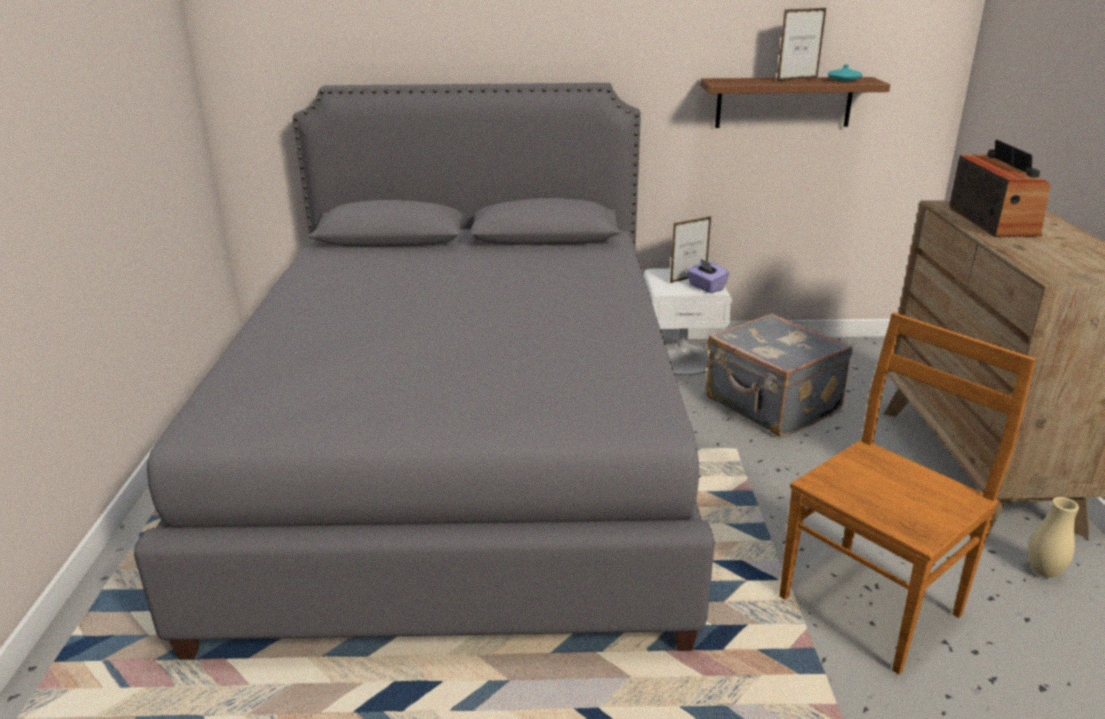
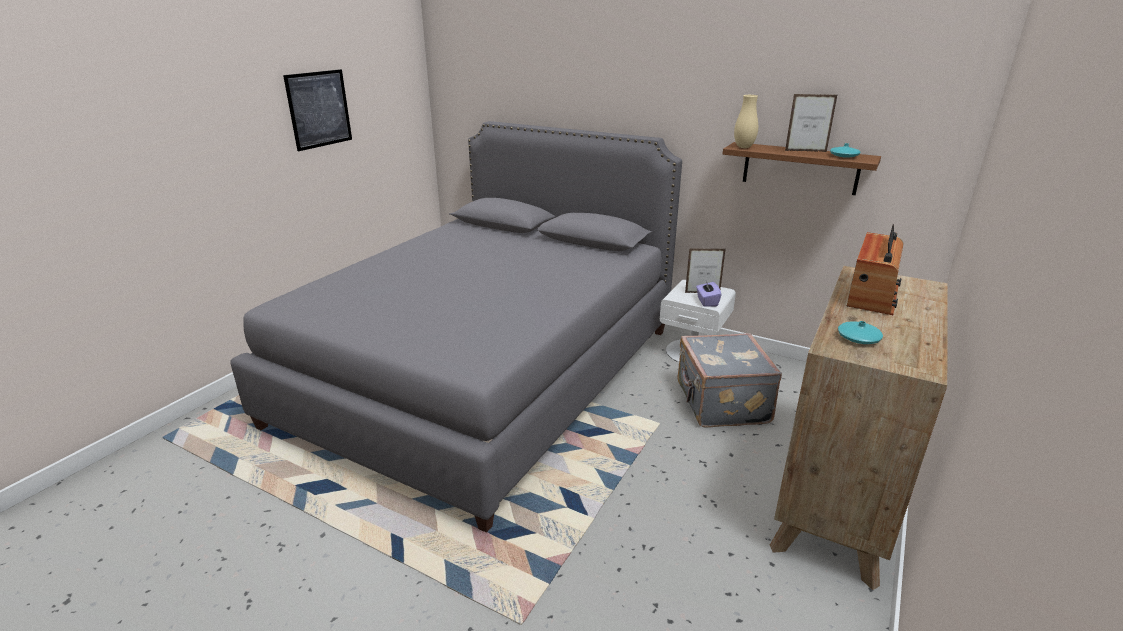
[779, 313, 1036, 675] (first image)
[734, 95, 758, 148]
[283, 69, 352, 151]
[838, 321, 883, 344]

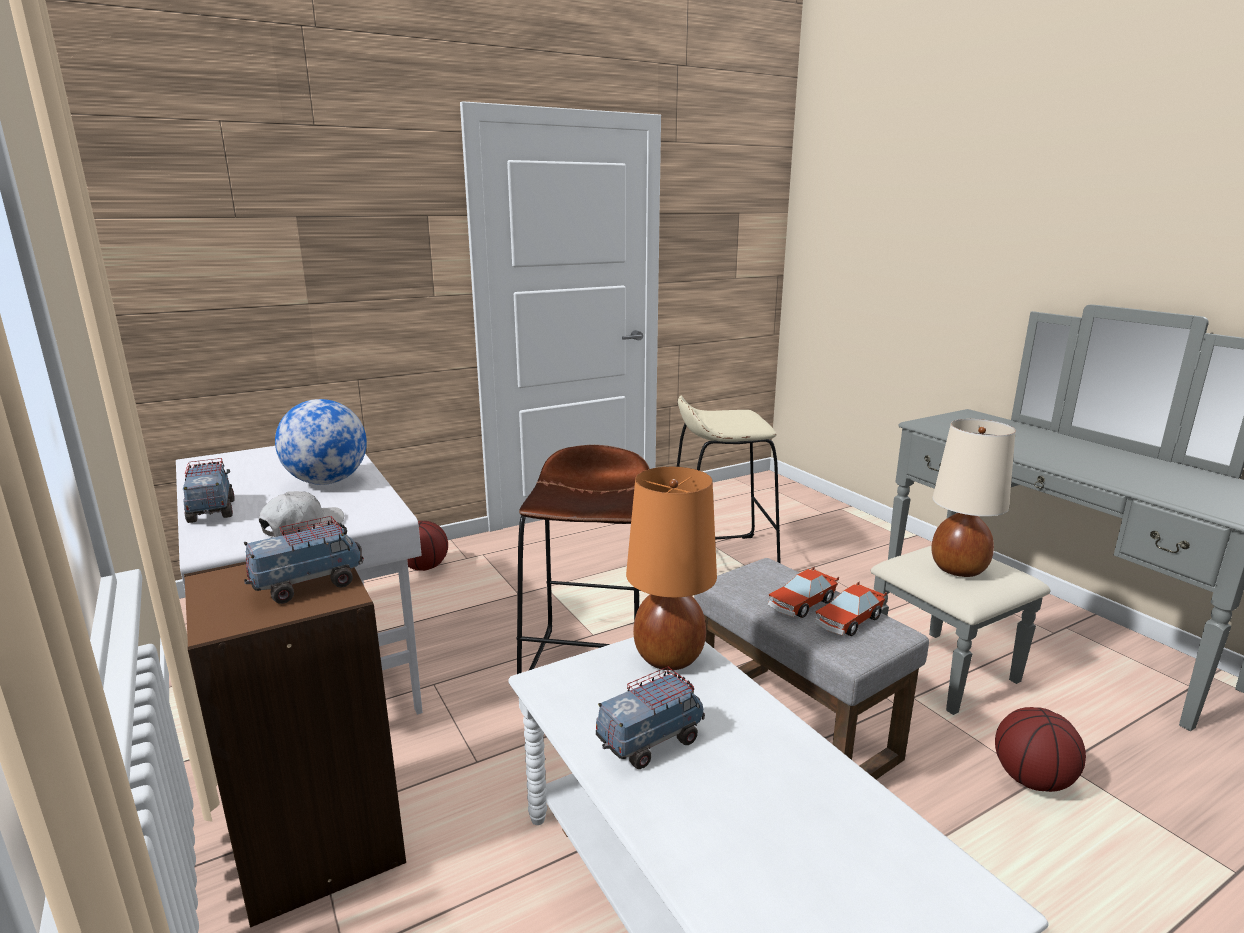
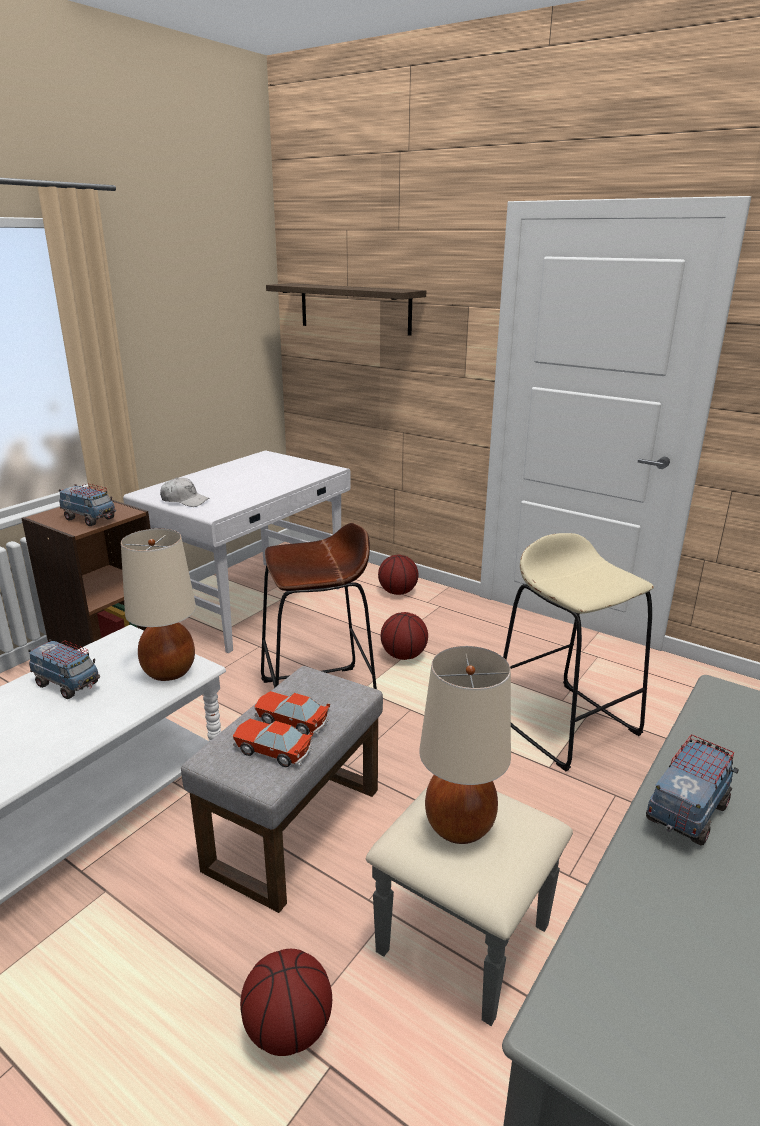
[275, 399, 367, 485] (first image)
[646, 734, 738, 846]
[121, 528, 196, 681]
[266, 283, 426, 336]
[381, 612, 428, 660]

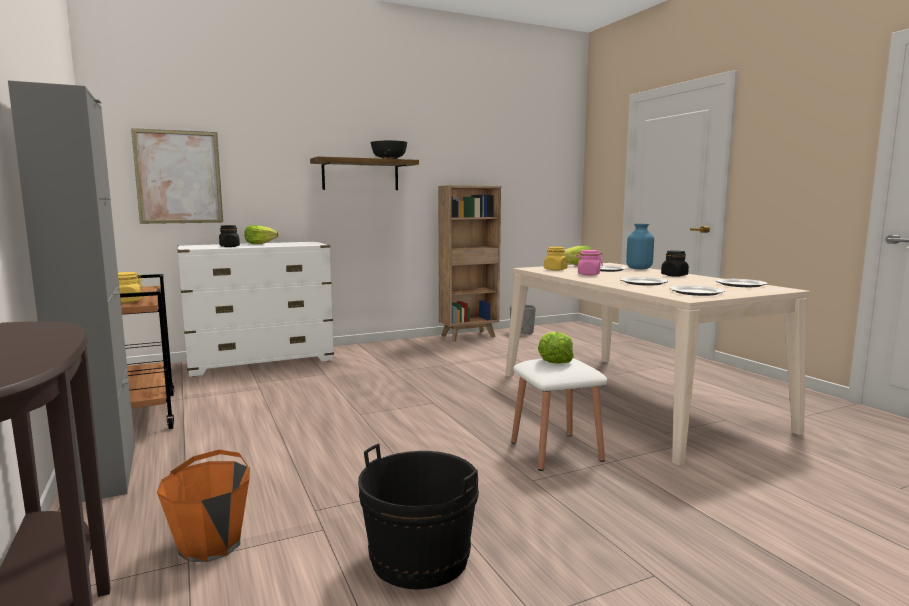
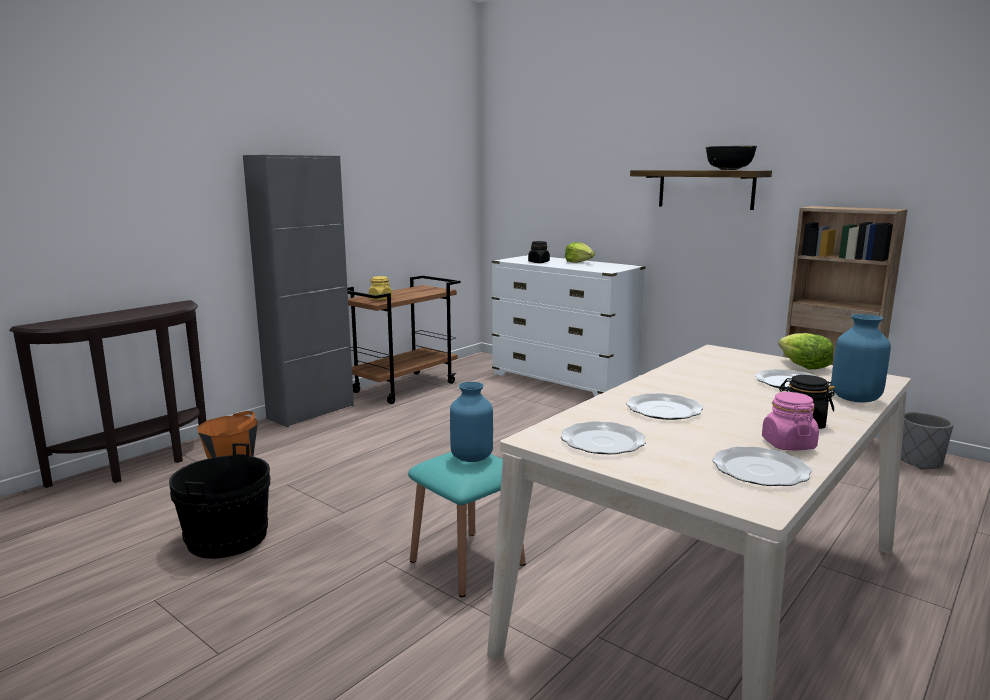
[131, 128, 223, 224] (first image)
[544, 247, 568, 271] (first image)
[762, 392, 819, 450]
[450, 382, 493, 462]
[408, 452, 526, 597]

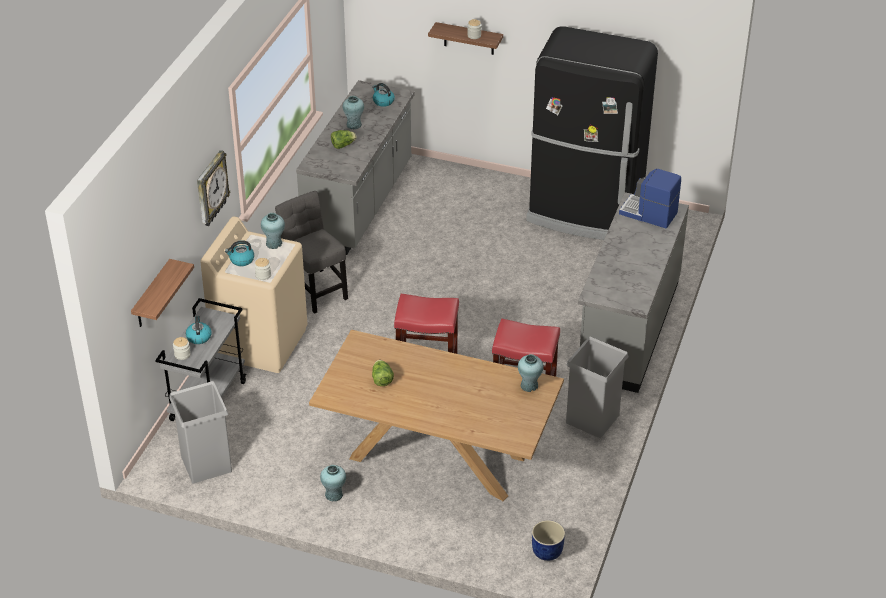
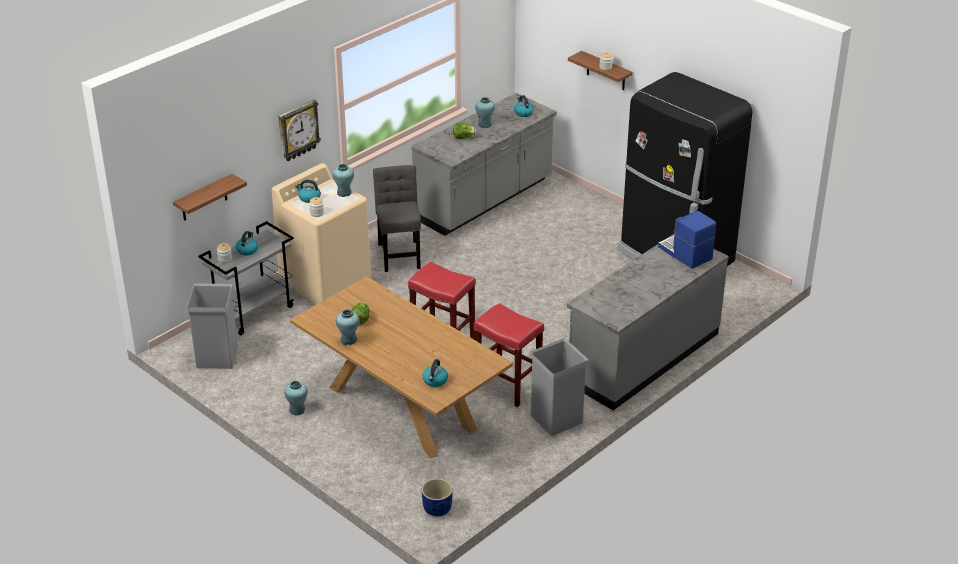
[336, 309, 360, 345]
[423, 359, 448, 387]

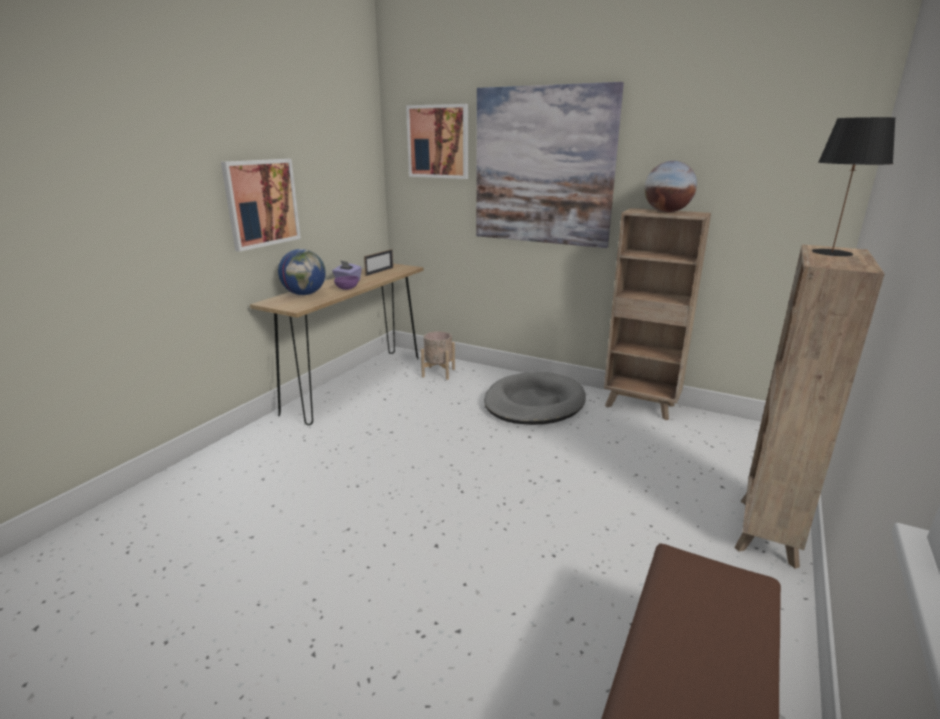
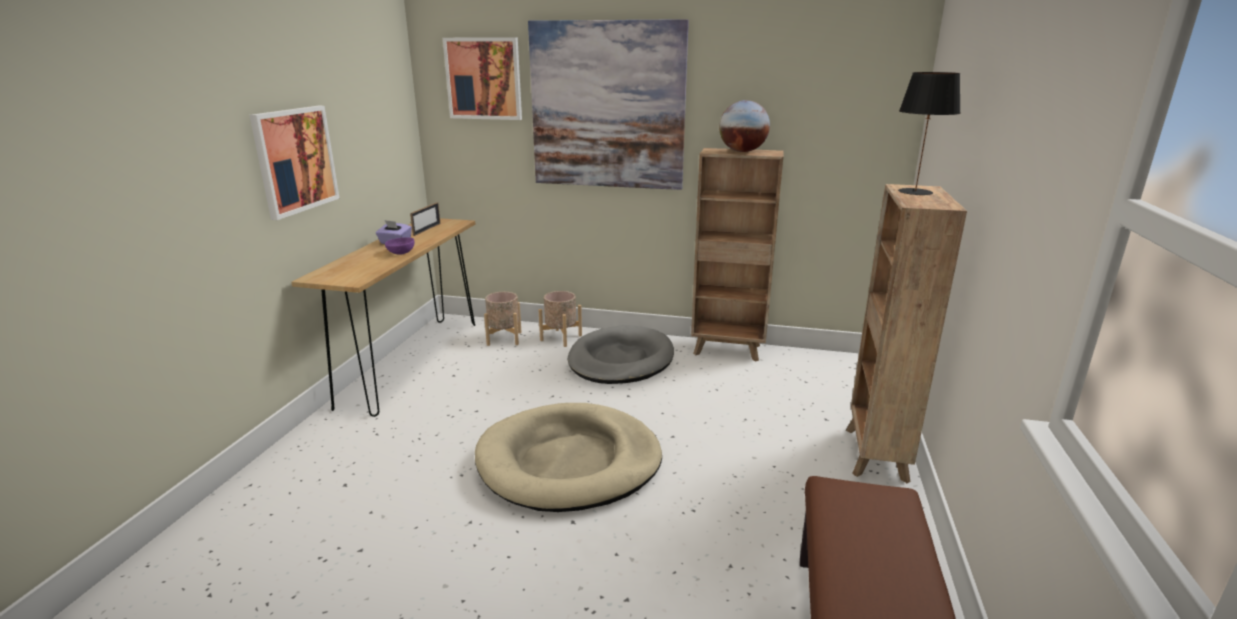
[278, 249, 326, 295] (first image)
[539, 291, 582, 347]
[475, 403, 662, 512]

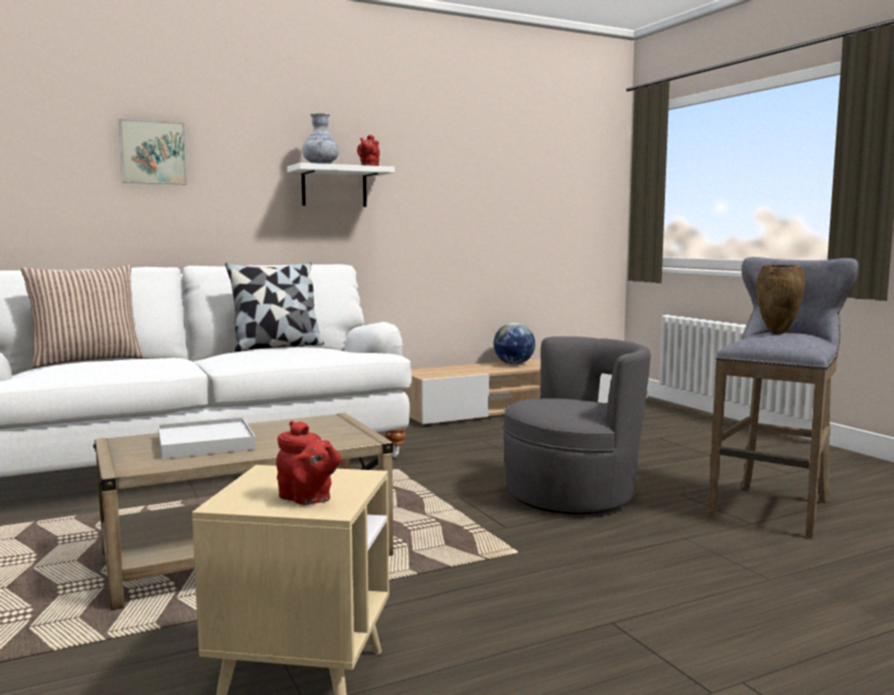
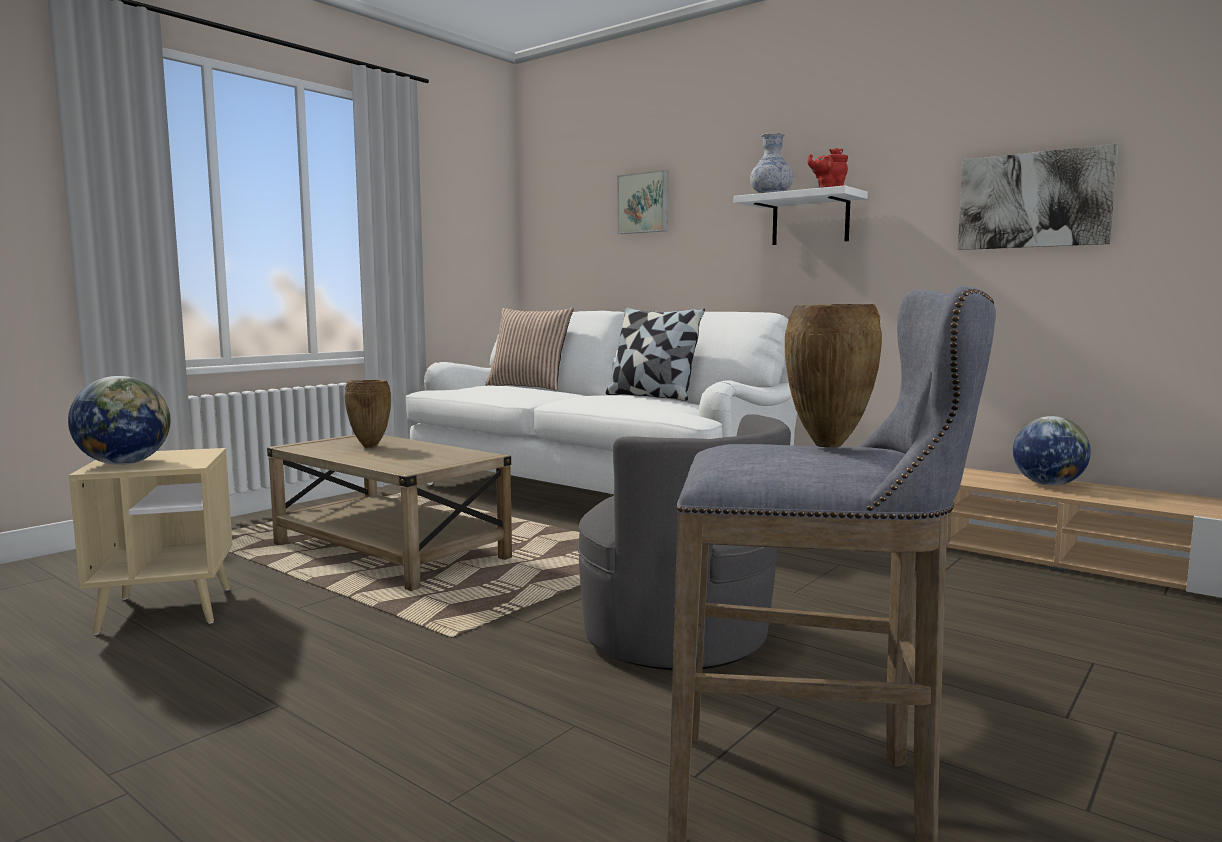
[345, 380, 391, 448]
[68, 376, 170, 465]
[957, 144, 1118, 250]

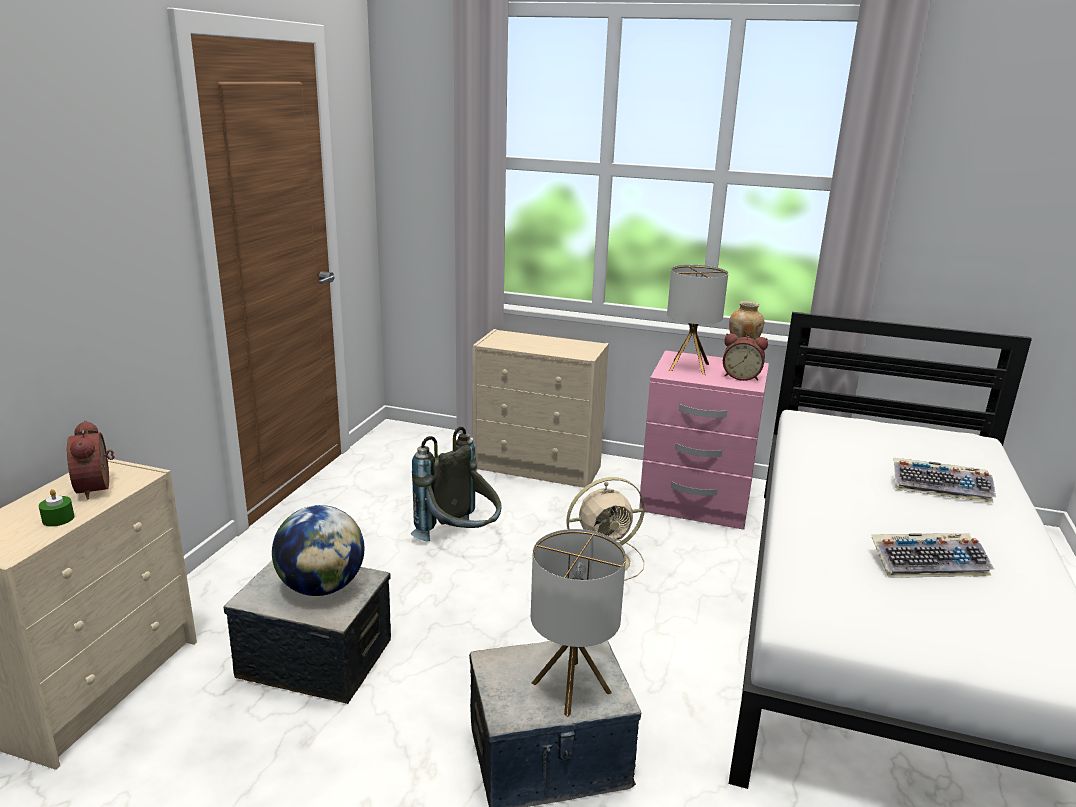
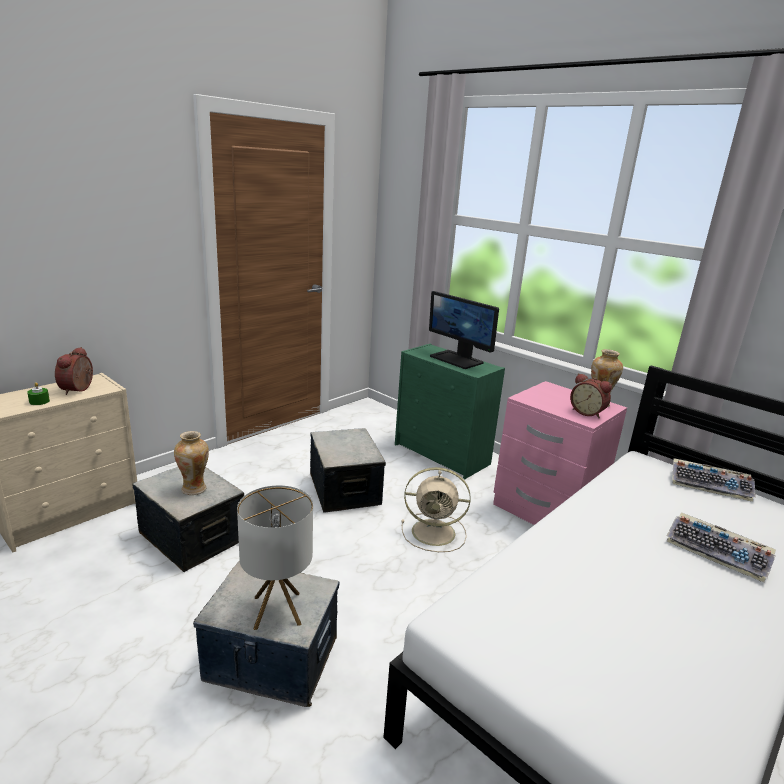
[667, 265, 728, 375] (first image)
[395, 344, 505, 479]
[310, 428, 386, 513]
[174, 431, 209, 495]
[672, 458, 756, 502]
[429, 291, 499, 369]

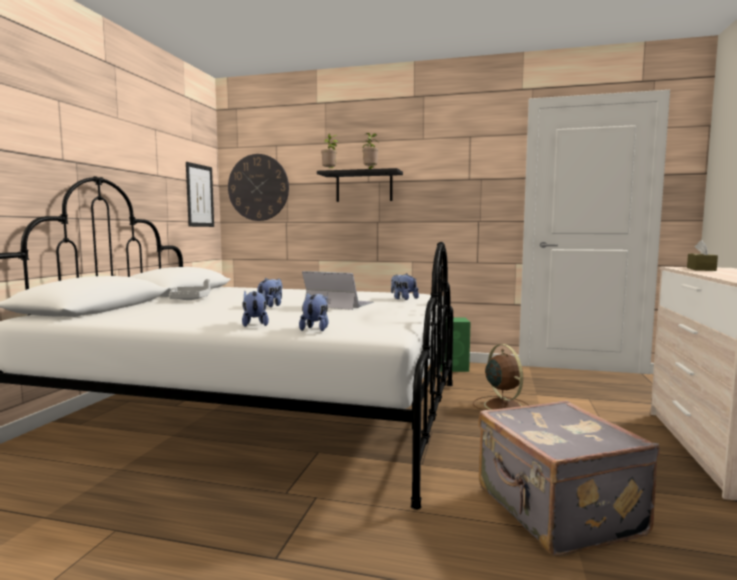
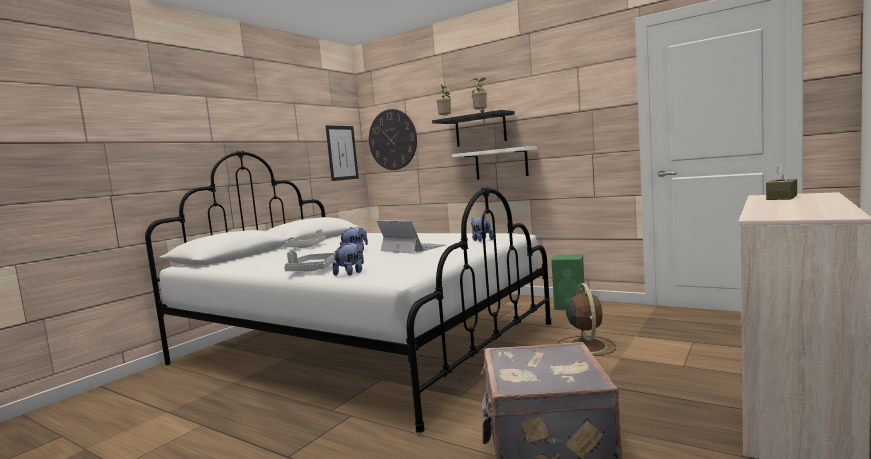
[284, 251, 335, 272]
[452, 146, 537, 179]

